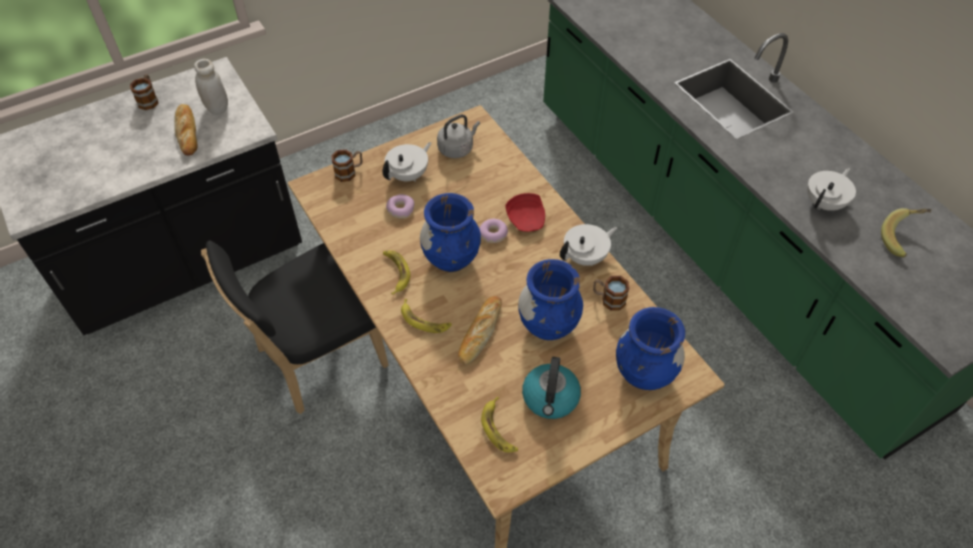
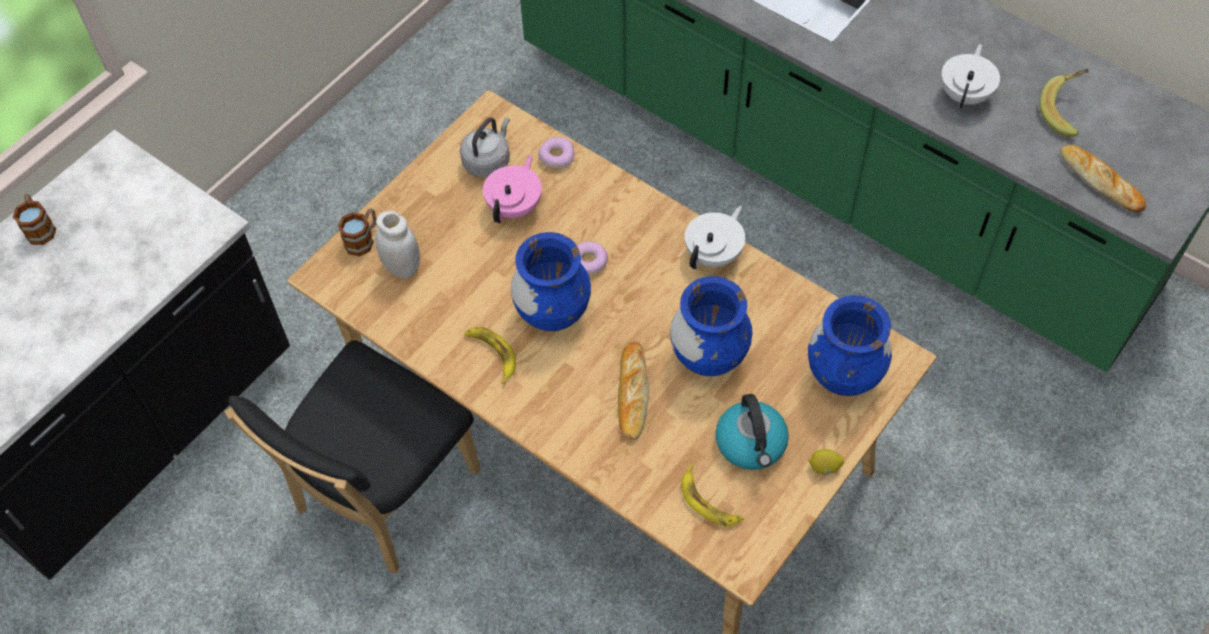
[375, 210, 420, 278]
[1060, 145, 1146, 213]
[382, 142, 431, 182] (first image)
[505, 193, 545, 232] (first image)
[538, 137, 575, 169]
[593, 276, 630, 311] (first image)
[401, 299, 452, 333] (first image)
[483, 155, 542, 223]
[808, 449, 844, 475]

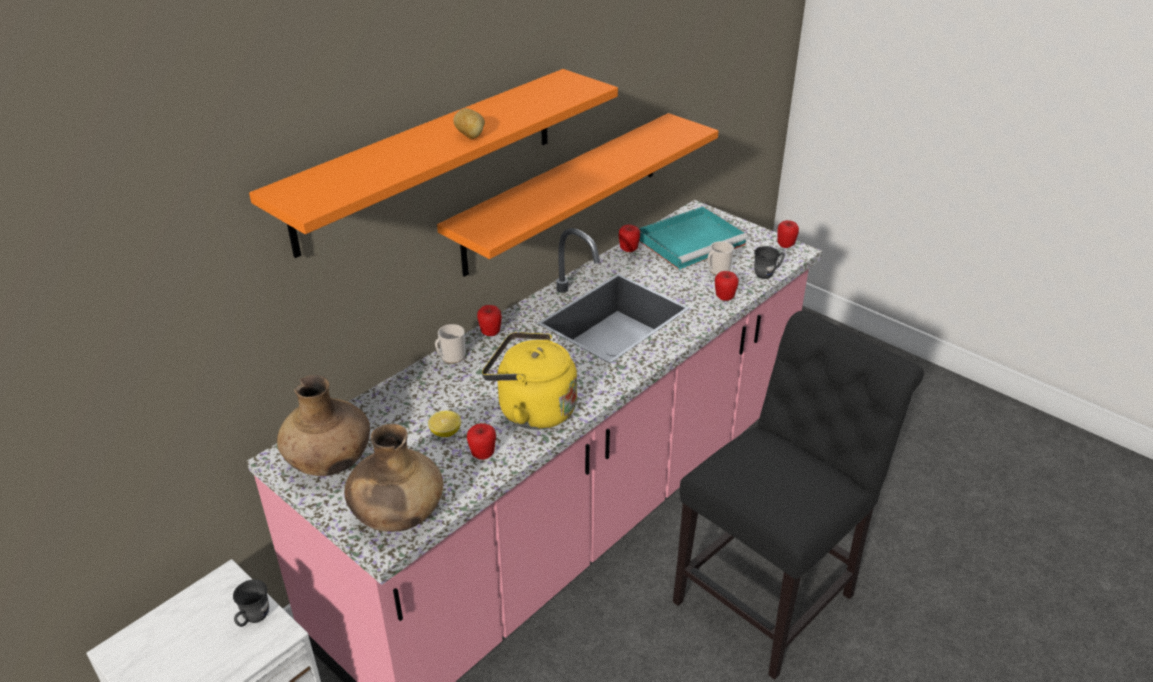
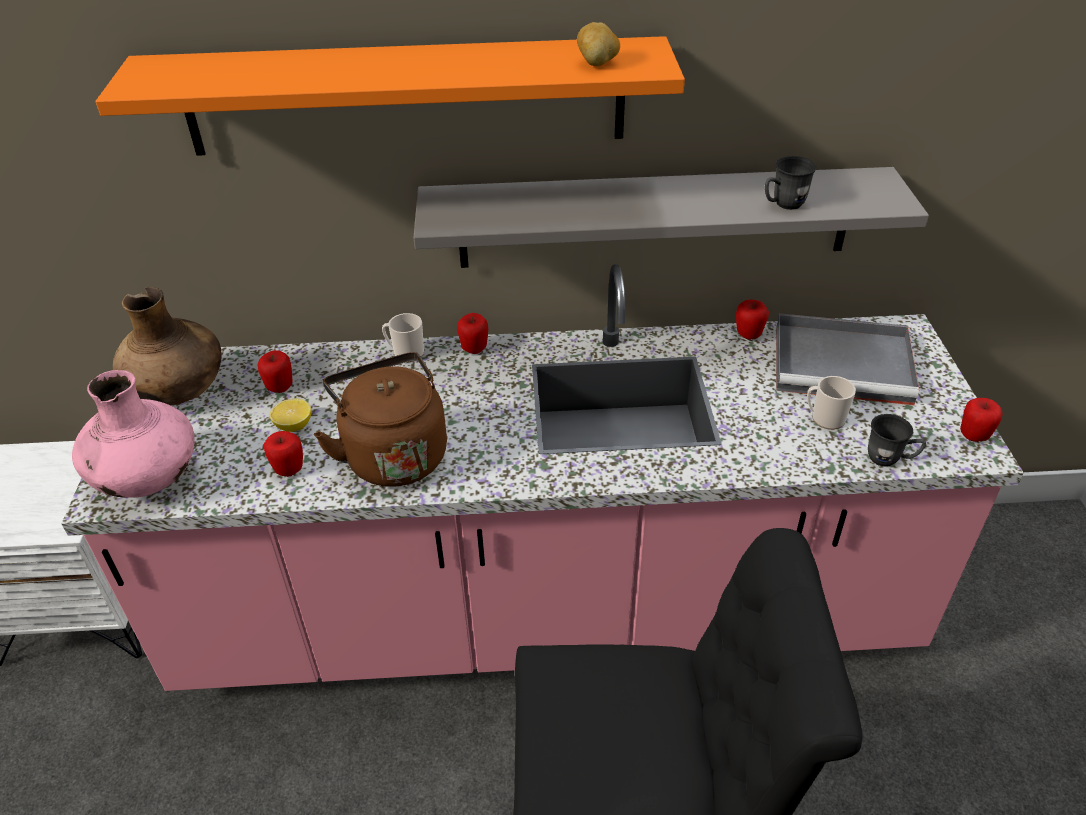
[577, 22, 620, 66]
[413, 167, 929, 268]
[776, 313, 919, 405]
[258, 350, 293, 393]
[314, 352, 447, 487]
[72, 370, 195, 498]
[765, 156, 817, 210]

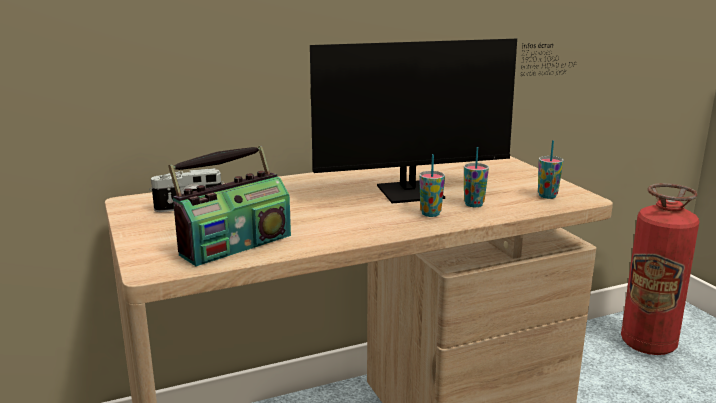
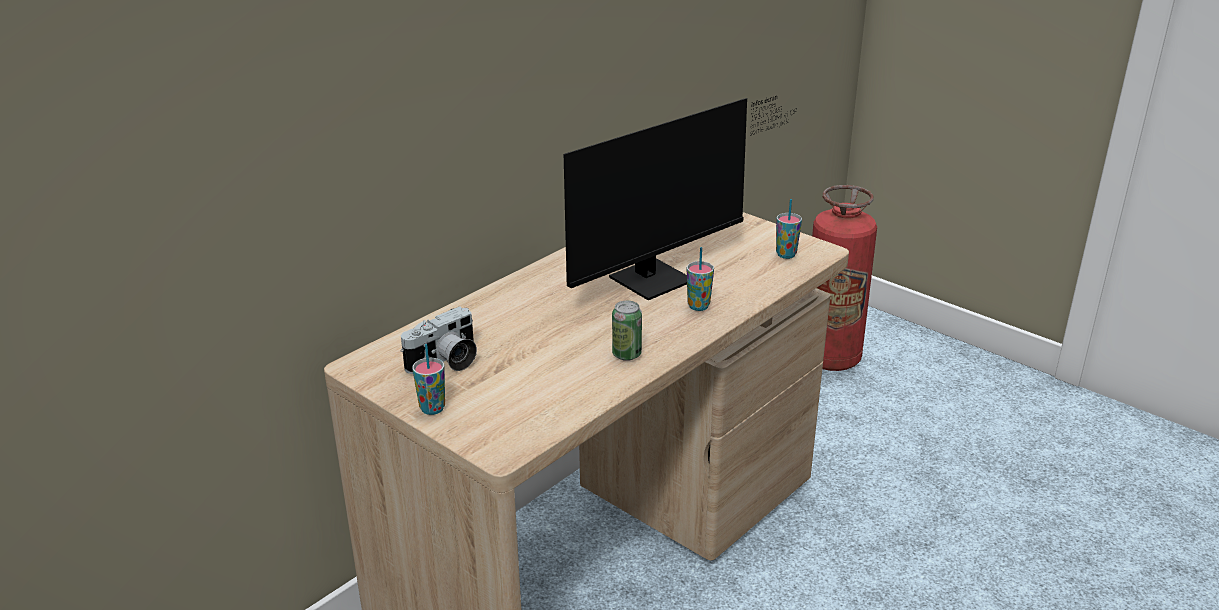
[168, 145, 291, 266] (first image)
[412, 344, 445, 415]
[612, 301, 642, 361]

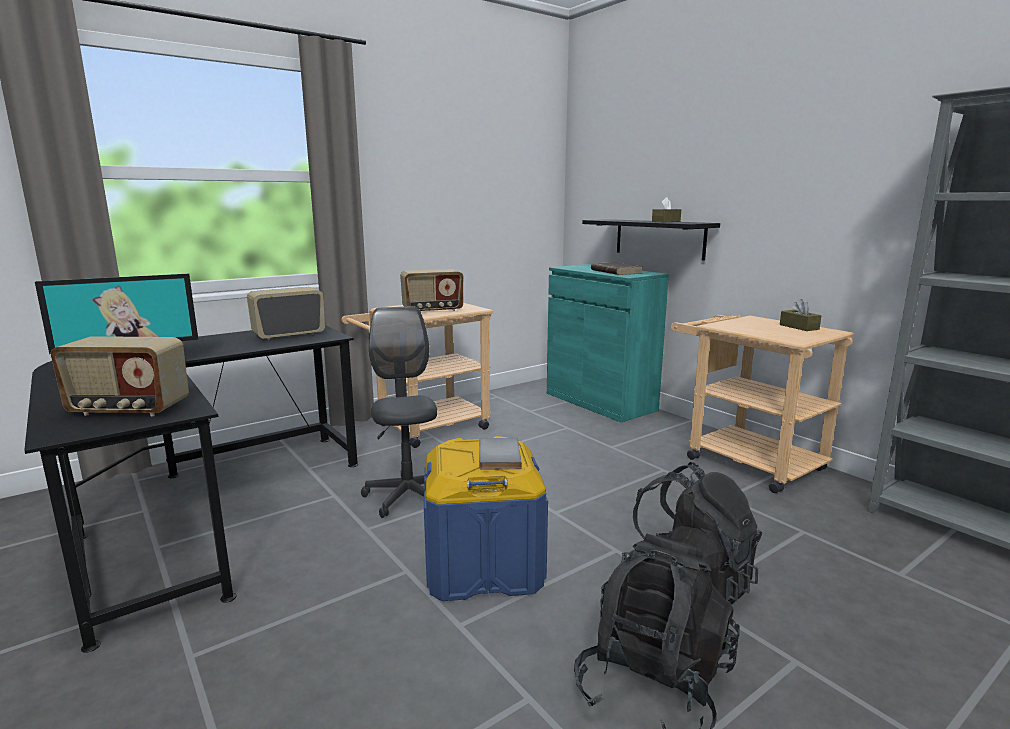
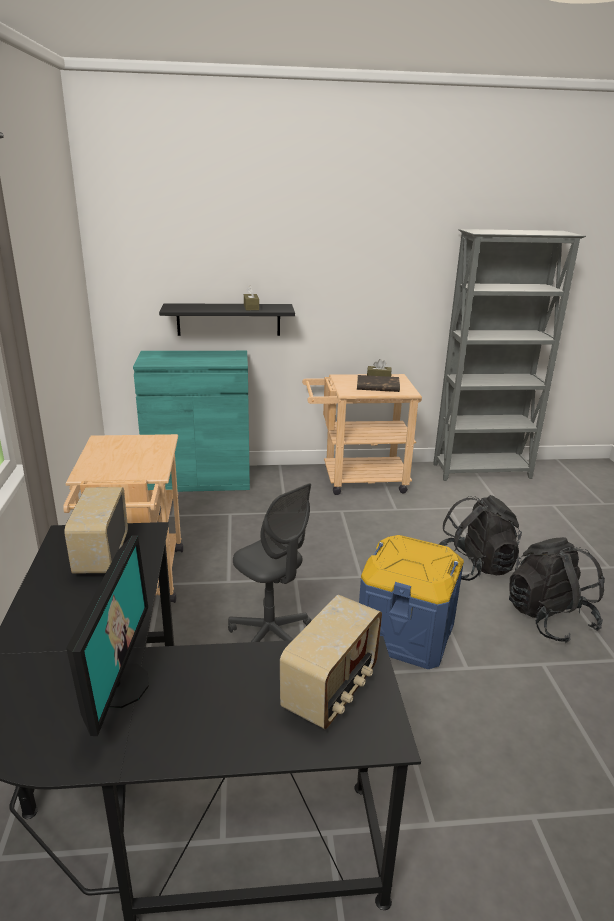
[357, 375, 400, 392]
[400, 269, 463, 312] (first image)
[228, 483, 312, 642]
[479, 438, 522, 470] (first image)

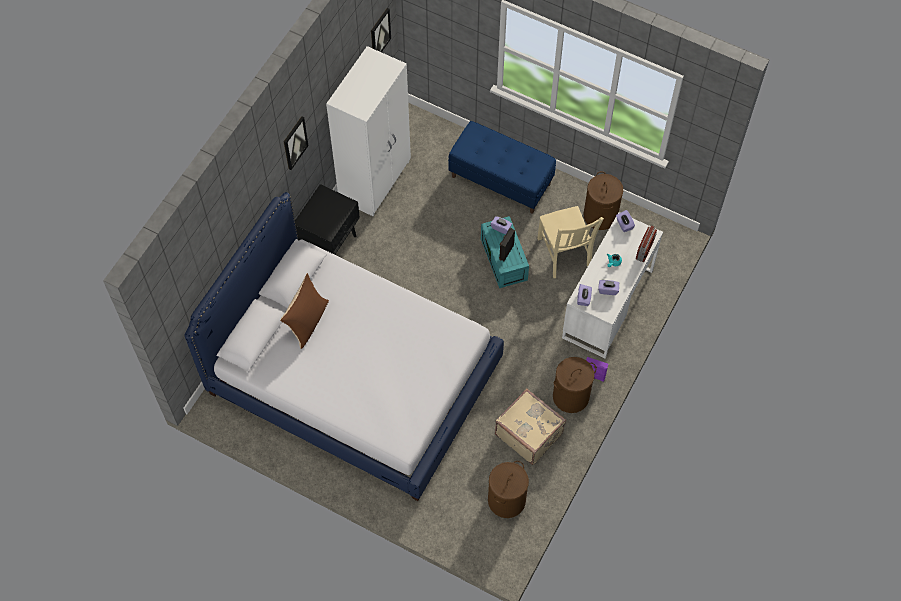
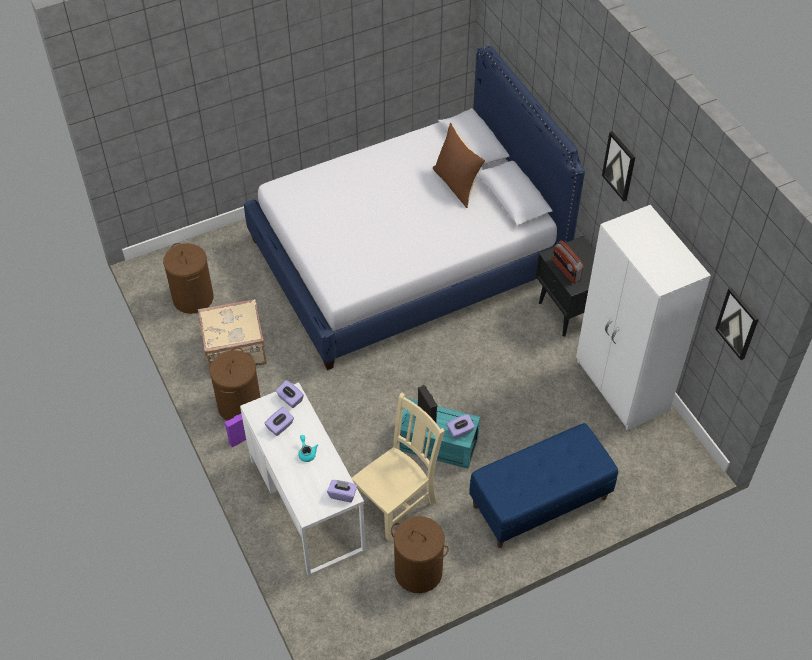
[352, 392, 445, 541]
[553, 241, 583, 283]

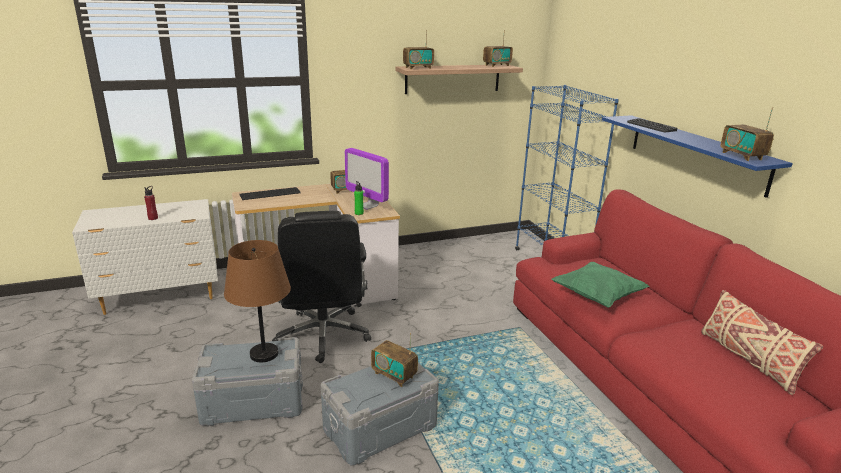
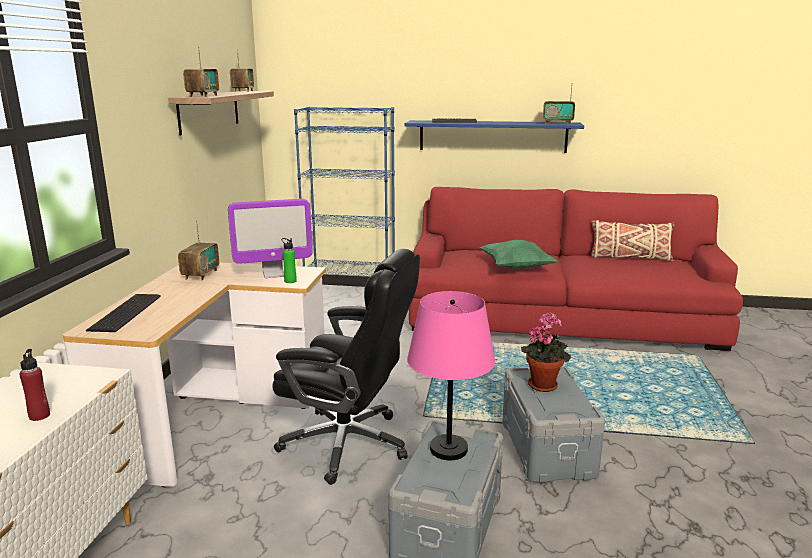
[407, 291, 495, 460]
[521, 312, 571, 392]

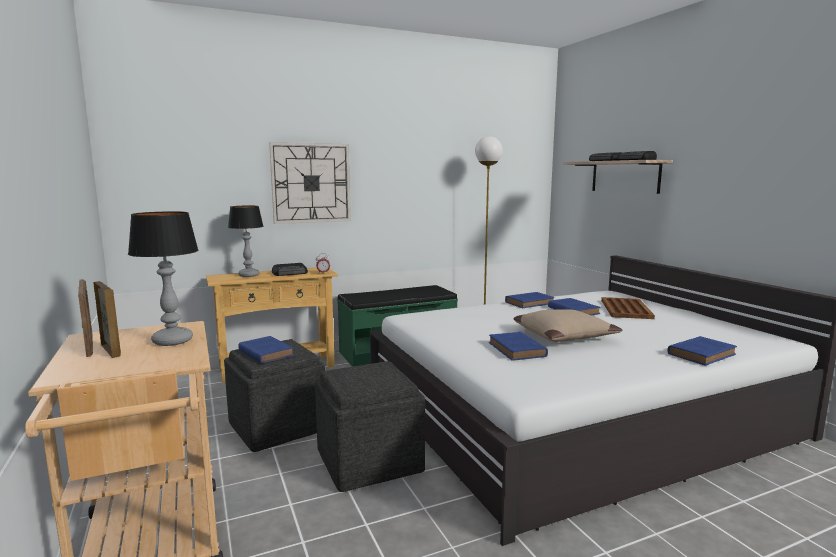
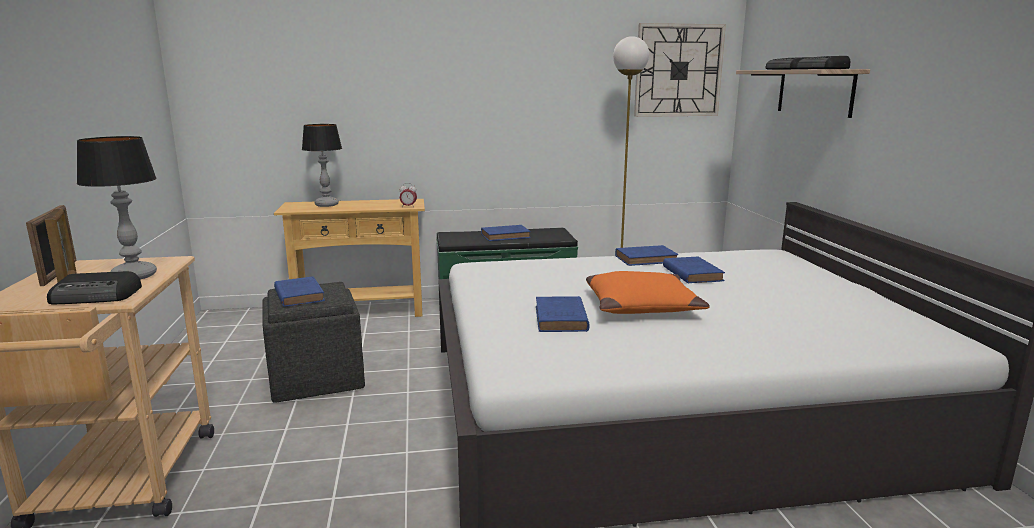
[634, 23, 726, 117]
[47, 271, 142, 304]
[601, 297, 655, 319] (first image)
[586, 271, 710, 314]
[481, 225, 530, 241]
[315, 361, 425, 492] (first image)

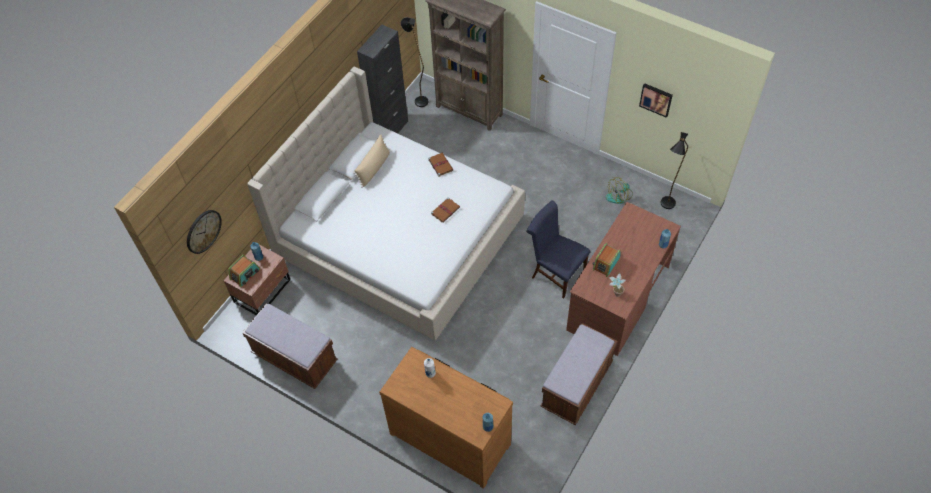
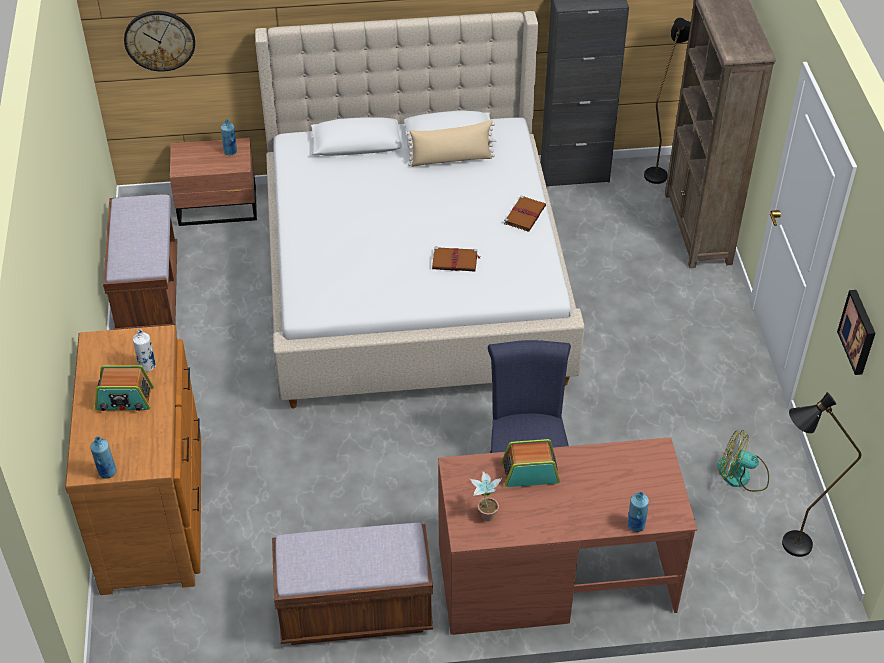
[95, 365, 154, 411]

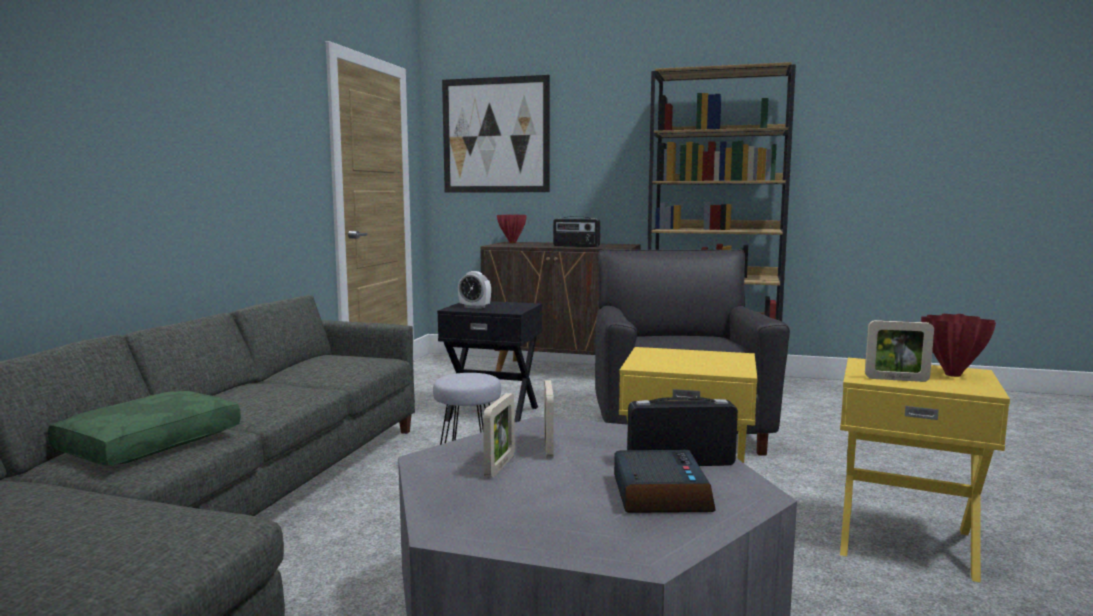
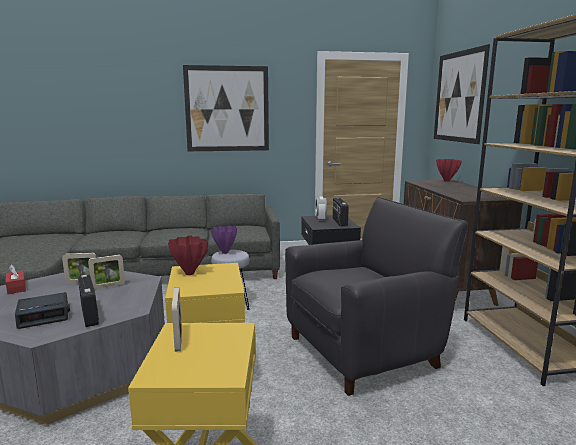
[333, 198, 349, 227]
[168, 235, 208, 275]
[48, 391, 241, 466] (first image)
[183, 65, 269, 151]
[211, 225, 237, 254]
[5, 265, 26, 294]

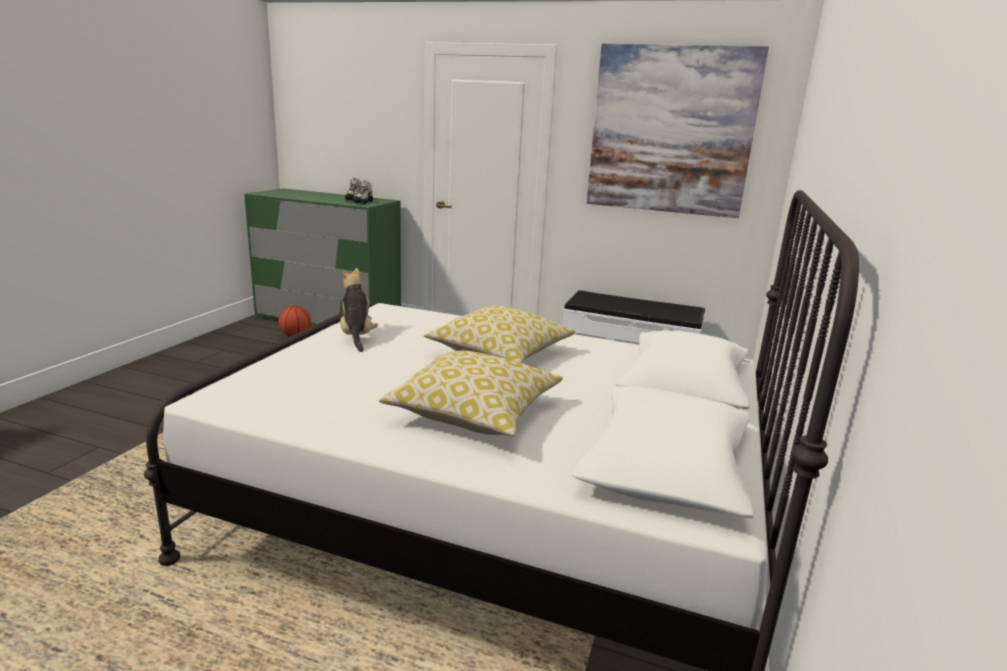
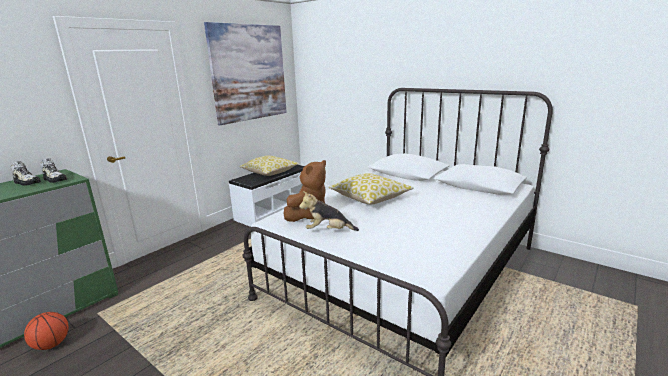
[239, 155, 299, 176]
[283, 160, 326, 222]

